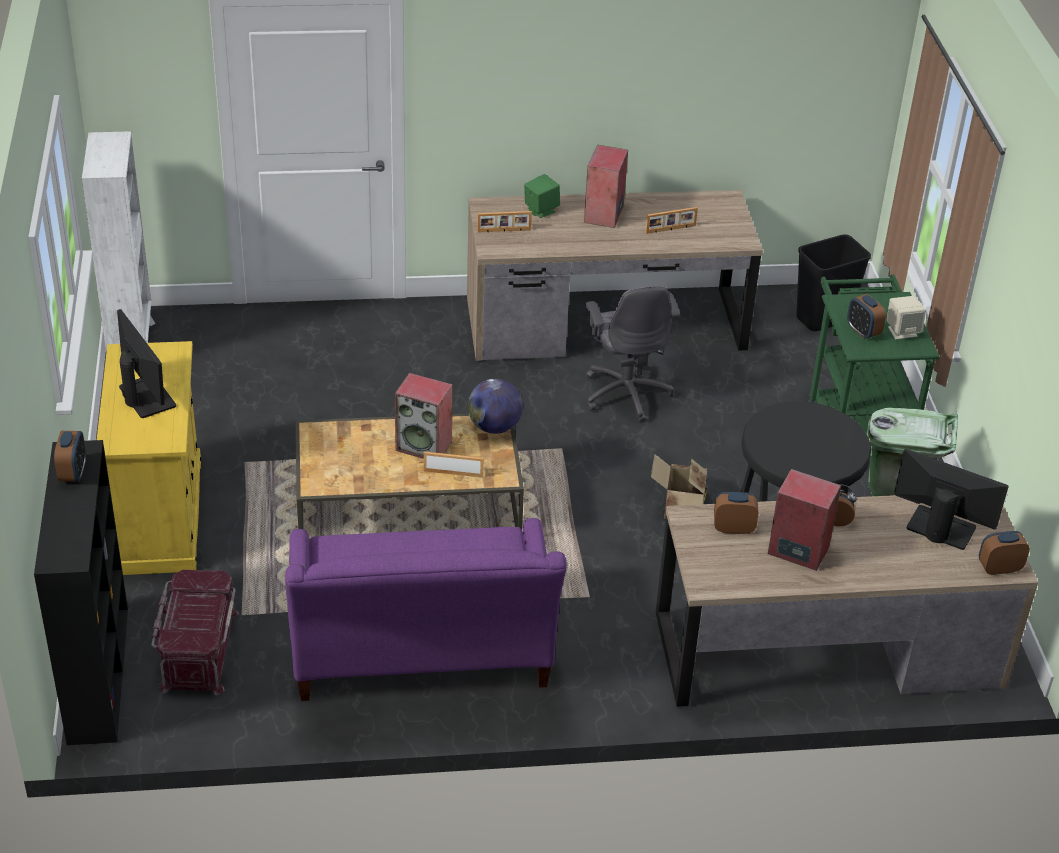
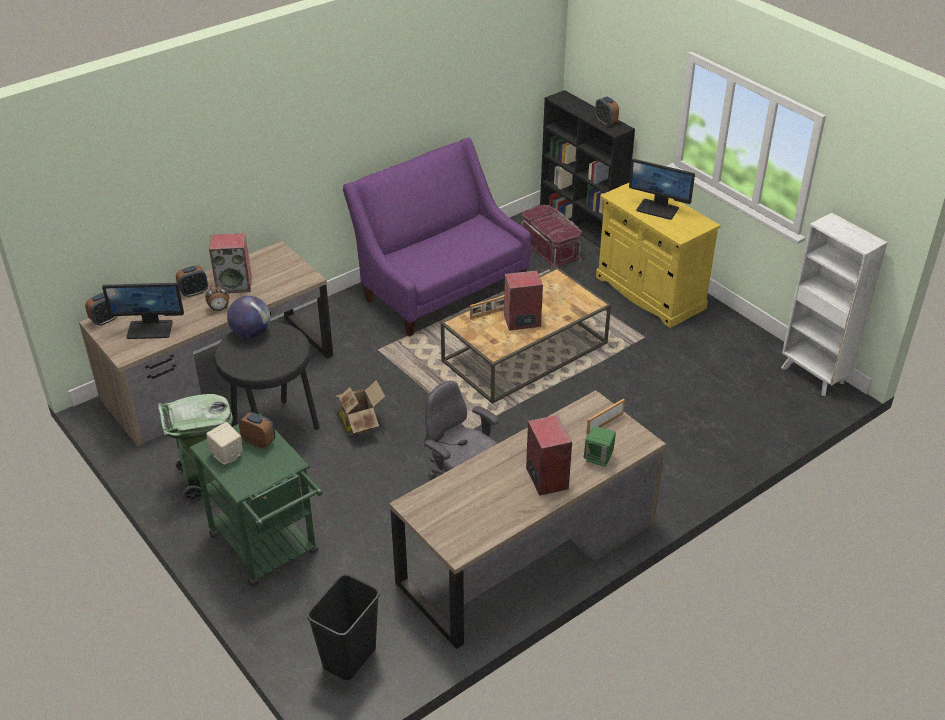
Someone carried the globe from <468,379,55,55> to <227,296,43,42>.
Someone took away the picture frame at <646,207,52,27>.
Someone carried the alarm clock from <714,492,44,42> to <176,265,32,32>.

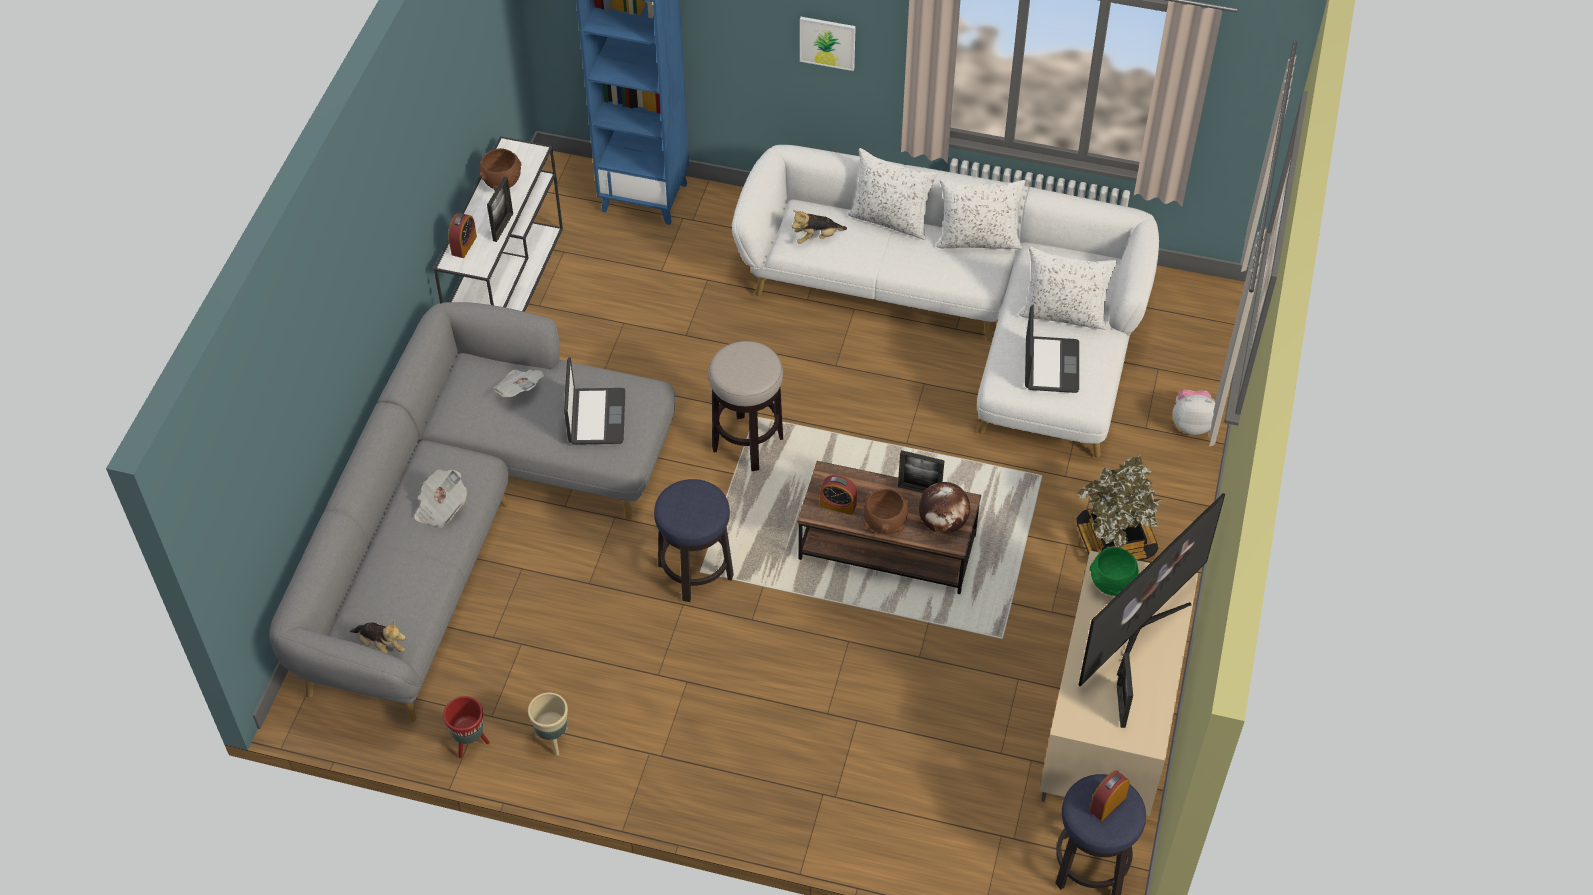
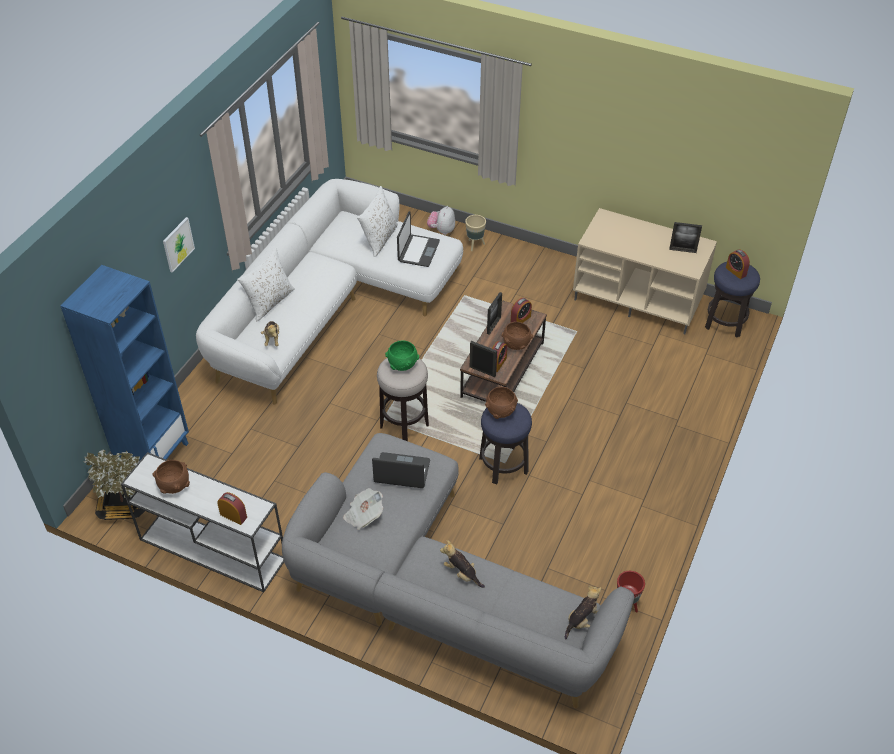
Someone swapped the newspaper at <414,469,53,59> for the plush toy at <440,540,45,48>.
Someone carried the picture frame from <487,176,26,66> to <470,341,27,36>.
Someone carried the planter in beige from <528,692,40,64> to <465,215,21,36>.
Someone swapped the globe at <918,482,52,52> for the alarm clock at <510,298,22,25>.
Someone took away the pillow in white at <936,178,90,71>.
Someone rotated the laptop at <1025,304,54,89> by 90 degrees clockwise.
Someone carried the potted plant from <1076,455,86,106> to <83,449,62,71>.
Someone took away the television at <1079,493,146,193>.
Someone carried the bowl in green from <1090,547,50,49> to <385,341,34,30>.
Someone put down the bowl in brown at <485,387,33,32>.

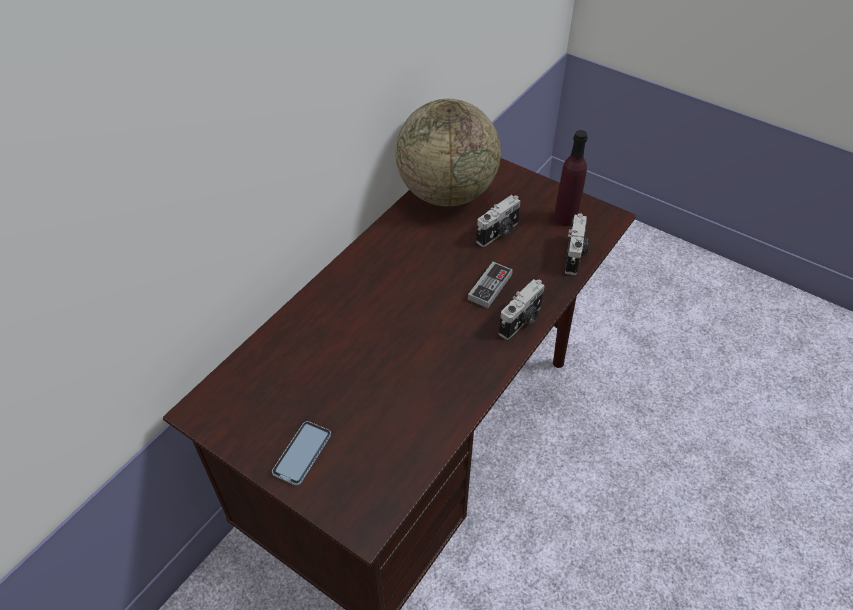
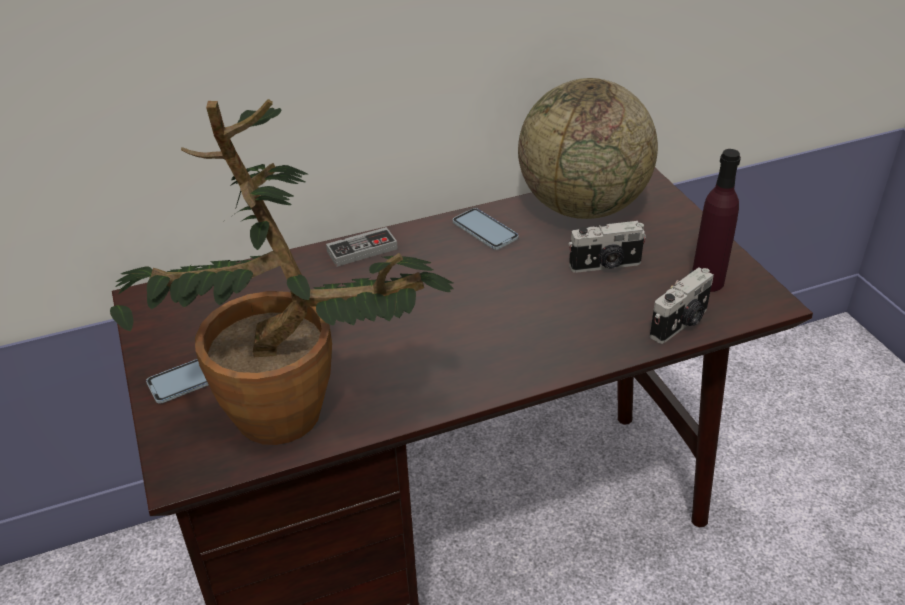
Someone carried the game controller from <468,262,45,46> to <326,227,72,40>.
Someone took away the photo camera at <499,279,46,61>.
Someone put down the potted plant at <110,99,344,346>.
Someone put down the phone at <453,208,66,42>.

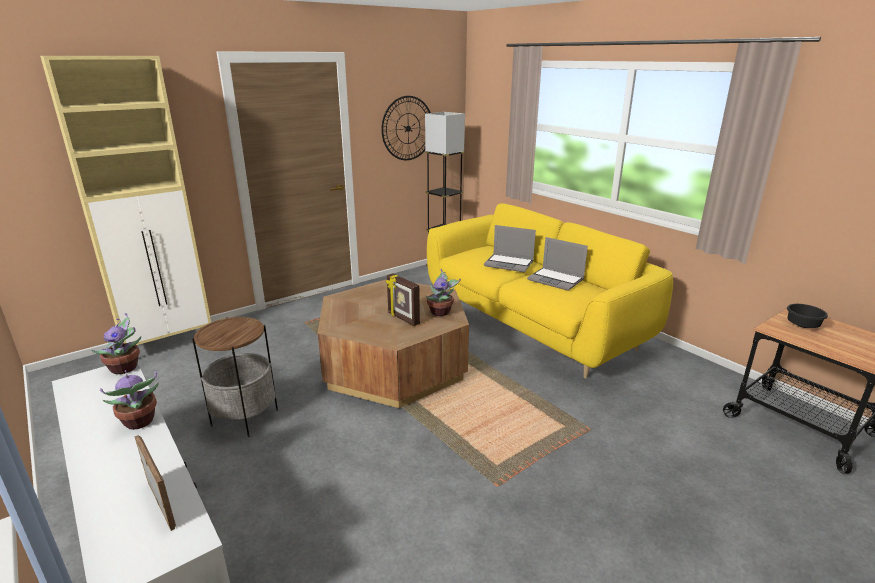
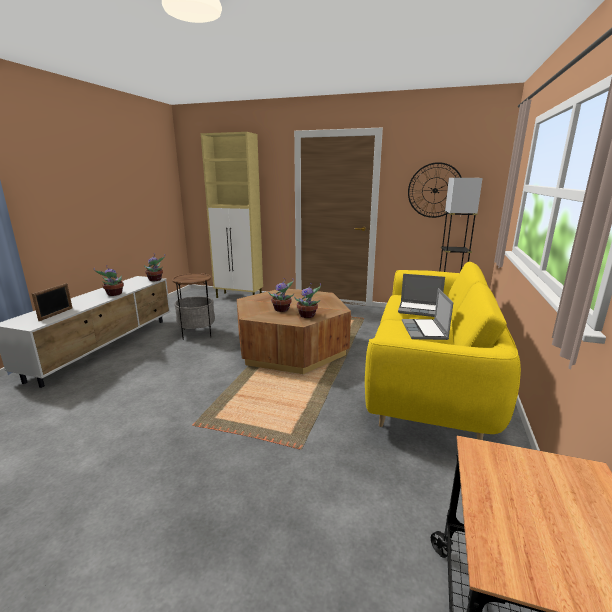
Someone swapped the picture frame at <386,273,34,53> for the potted plant at <268,278,26,34>.
Someone rotated the laptop at <484,225,52,47> by 60 degrees counterclockwise.
Someone took away the bowl in black at <787,304,41,24>.

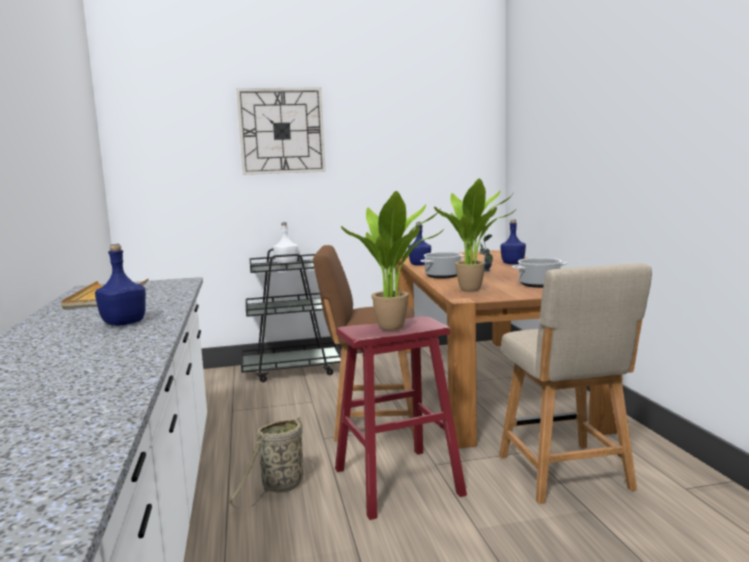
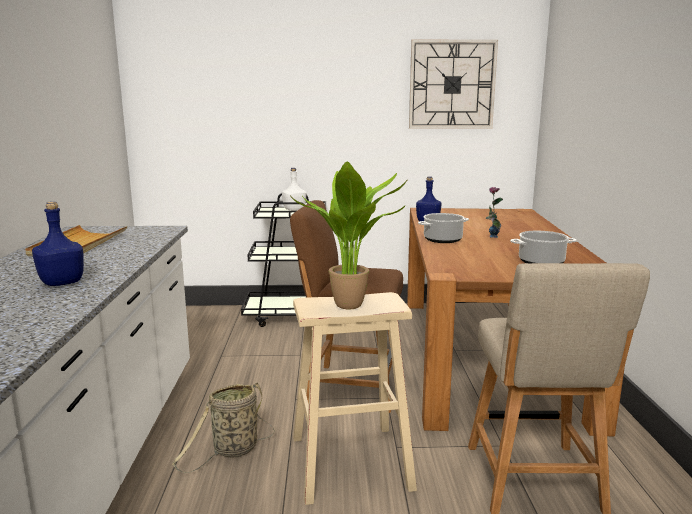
Someone carried the wall clock from <236,87,90,88> to <409,40,89,89>.
Someone repainted the stool in red at <335,316,132,204>, which became the stool in beige at <293,292,124,213>.
Someone took away the potted plant at <434,178,81,114>.
Someone took away the bottle in blue at <501,219,25,45>.

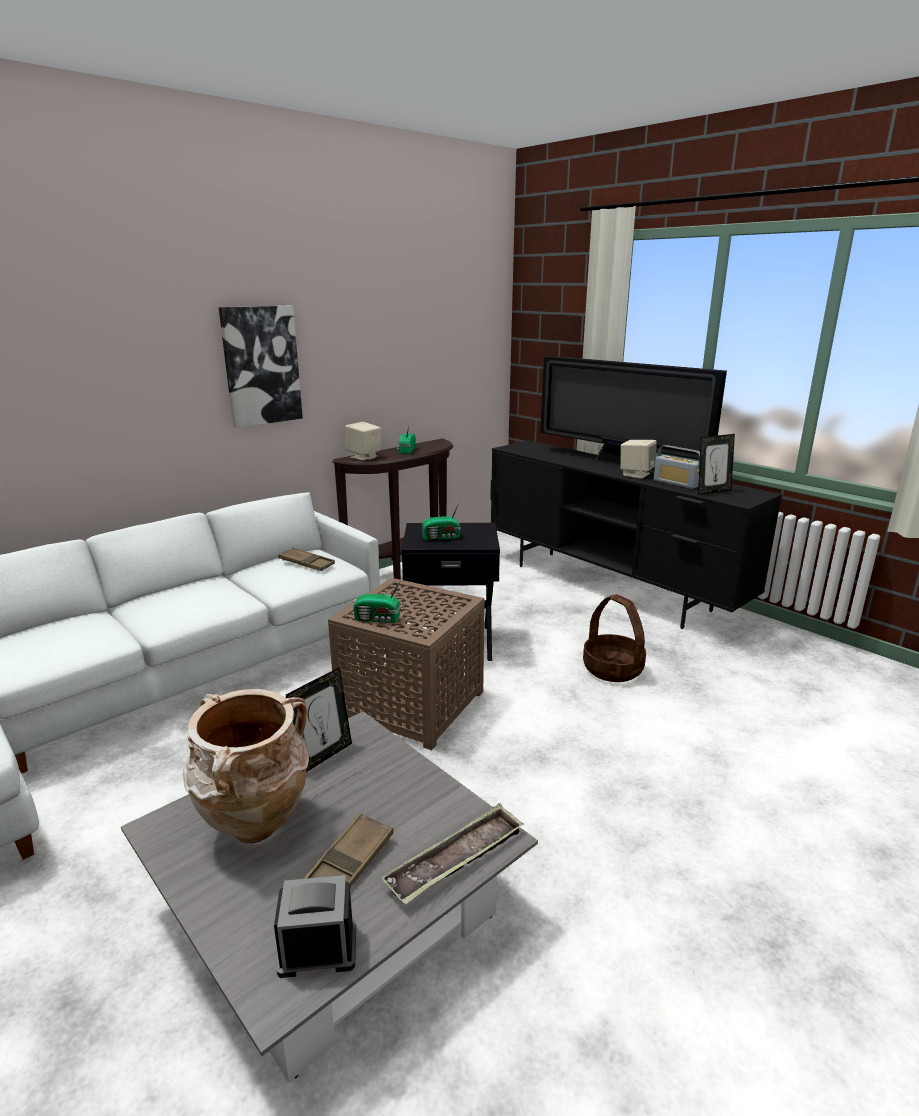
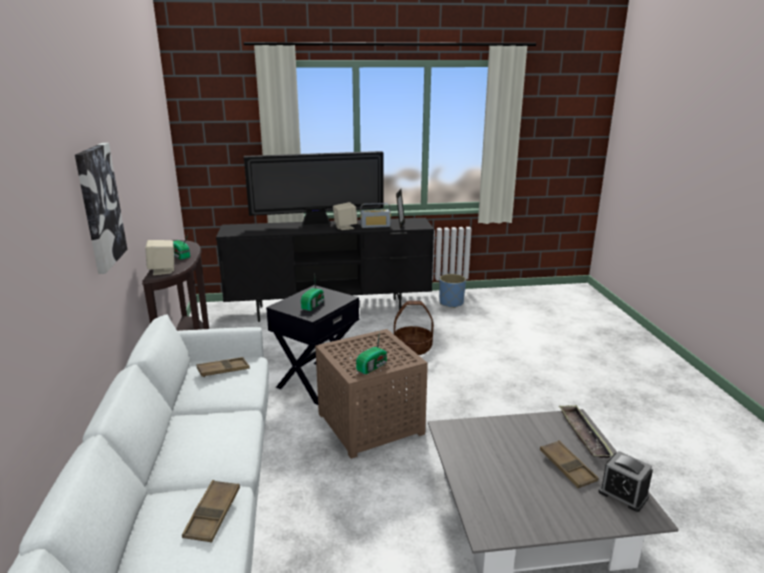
Someone took away the vase in beige at <183,689,126,154>.
Someone rotated the alarm clock at <274,875,82,103> by 75 degrees counterclockwise.
Someone took away the picture frame at <286,667,66,105>.
Someone put down the tray in brown at <182,480,58,63>.
Someone put down the planter in blue at <439,274,27,34>.

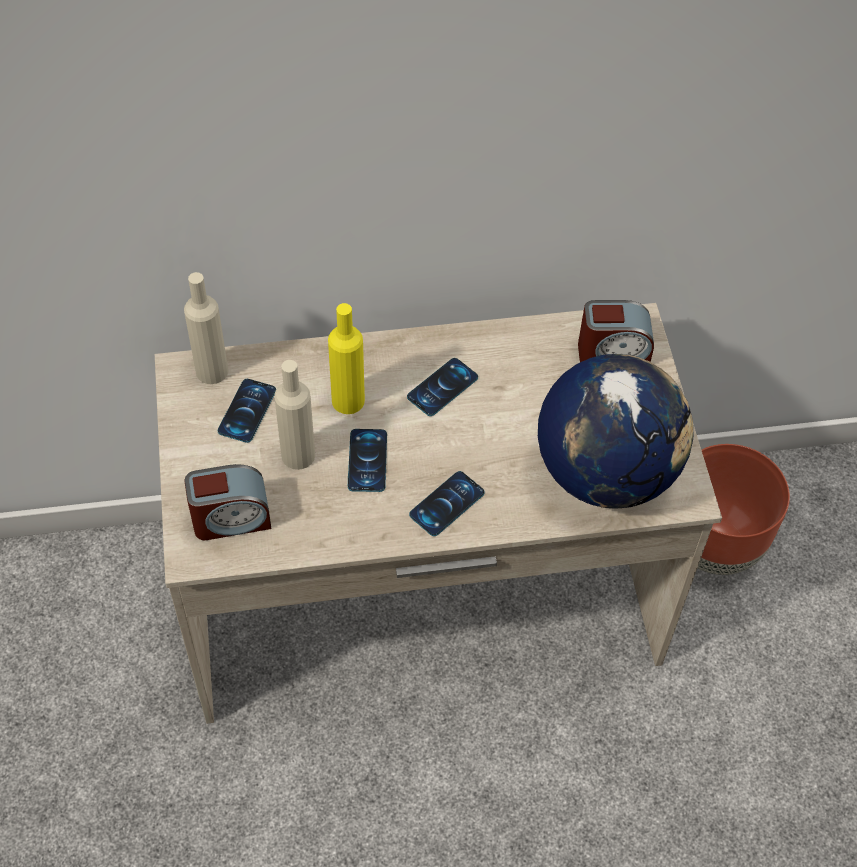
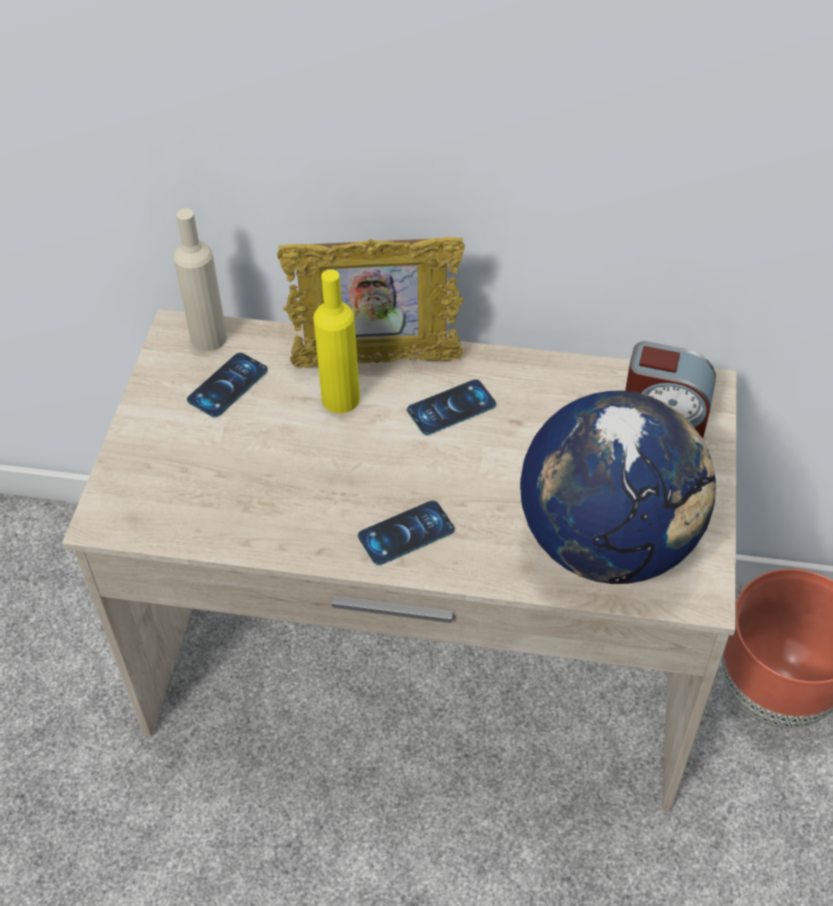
Someone took away the alarm clock at <185,464,86,76>.
Someone took away the bottle in beige at <274,360,41,110>.
Someone took away the phone at <348,429,39,63>.
Someone put down the picture frame at <277,237,188,130>.

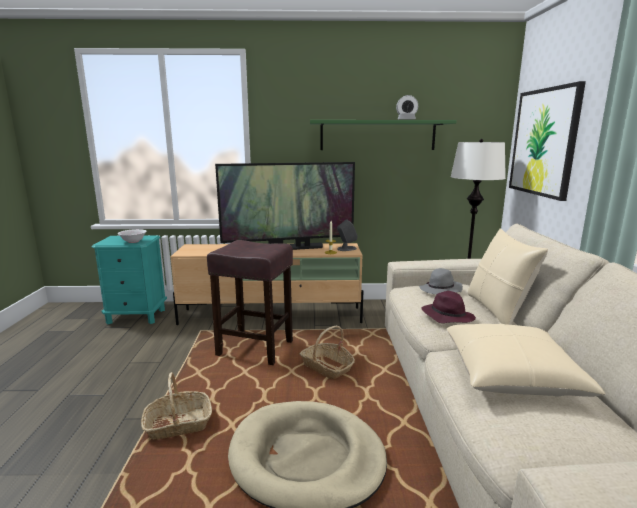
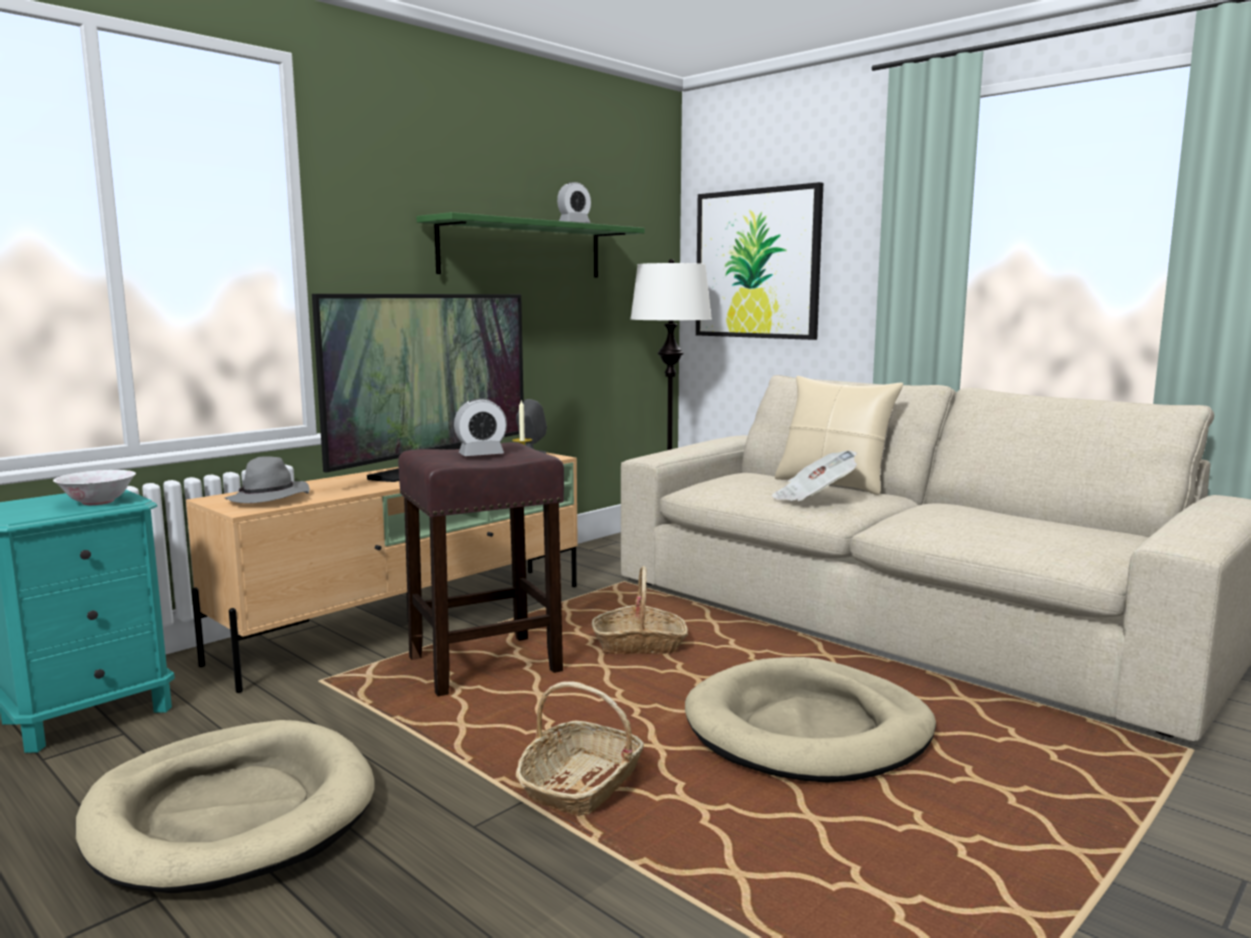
Someone carried the hat in grey from <419,268,44,26> to <225,456,85,47>.
Someone swapped the hat in purple at <421,291,55,32> for the newspaper at <772,450,85,51>.
Someone took away the pillow in beige at <447,324,158,73>.
Someone put down the dog bed in beige at <75,720,300,173>.
Someone put down the alarm clock at <454,398,53,58>.

